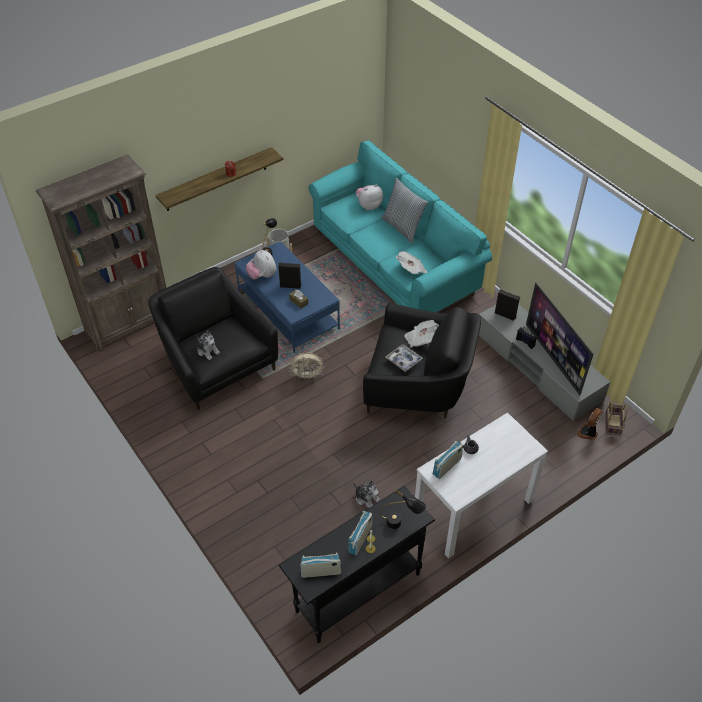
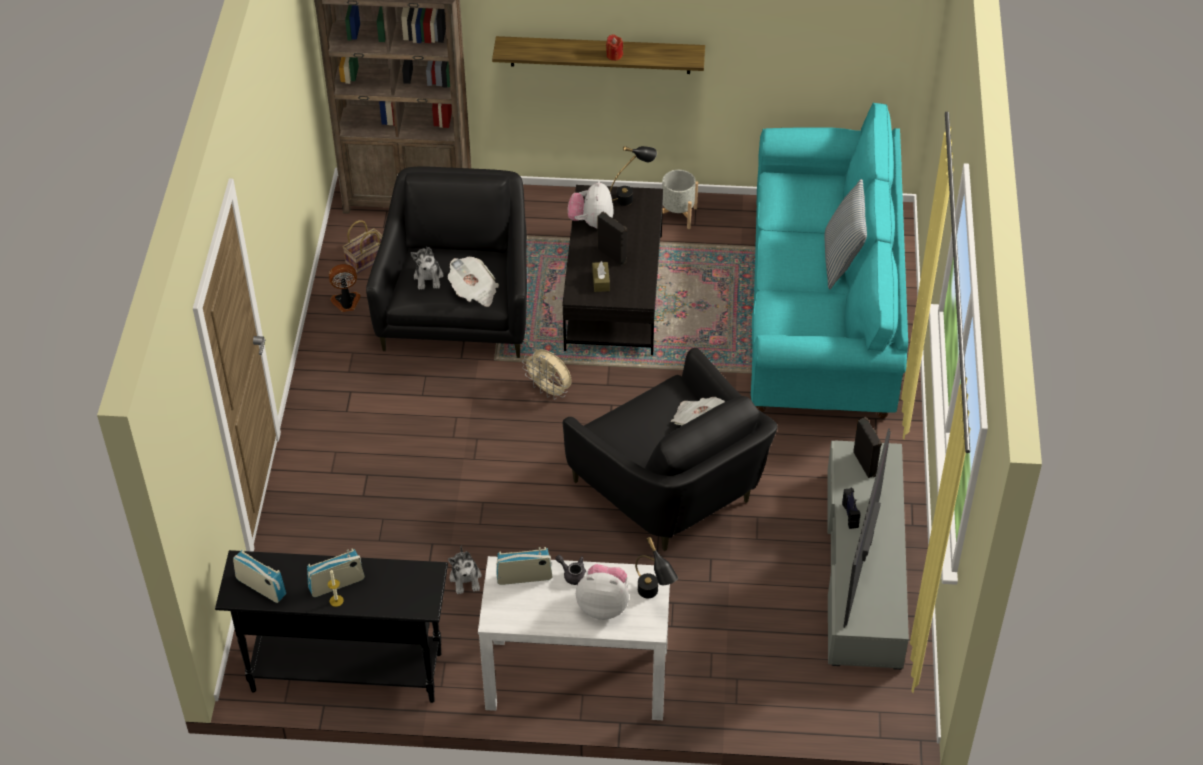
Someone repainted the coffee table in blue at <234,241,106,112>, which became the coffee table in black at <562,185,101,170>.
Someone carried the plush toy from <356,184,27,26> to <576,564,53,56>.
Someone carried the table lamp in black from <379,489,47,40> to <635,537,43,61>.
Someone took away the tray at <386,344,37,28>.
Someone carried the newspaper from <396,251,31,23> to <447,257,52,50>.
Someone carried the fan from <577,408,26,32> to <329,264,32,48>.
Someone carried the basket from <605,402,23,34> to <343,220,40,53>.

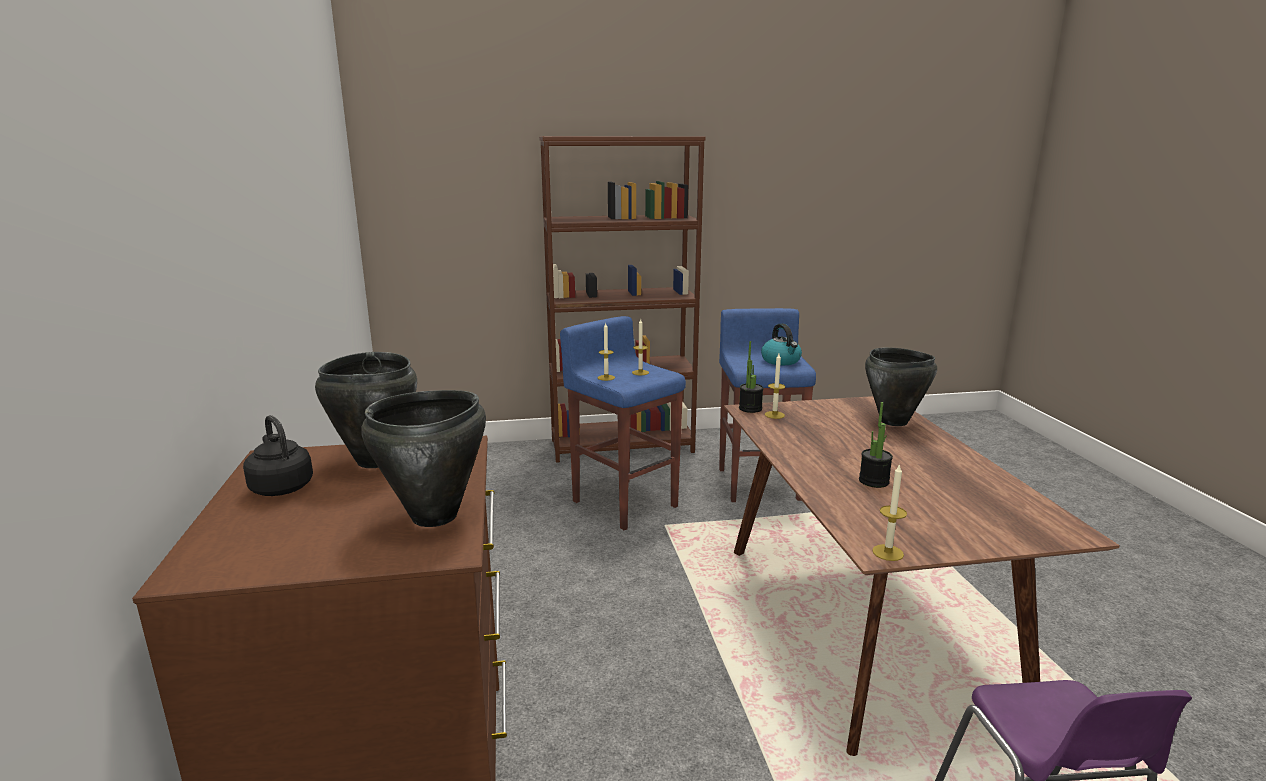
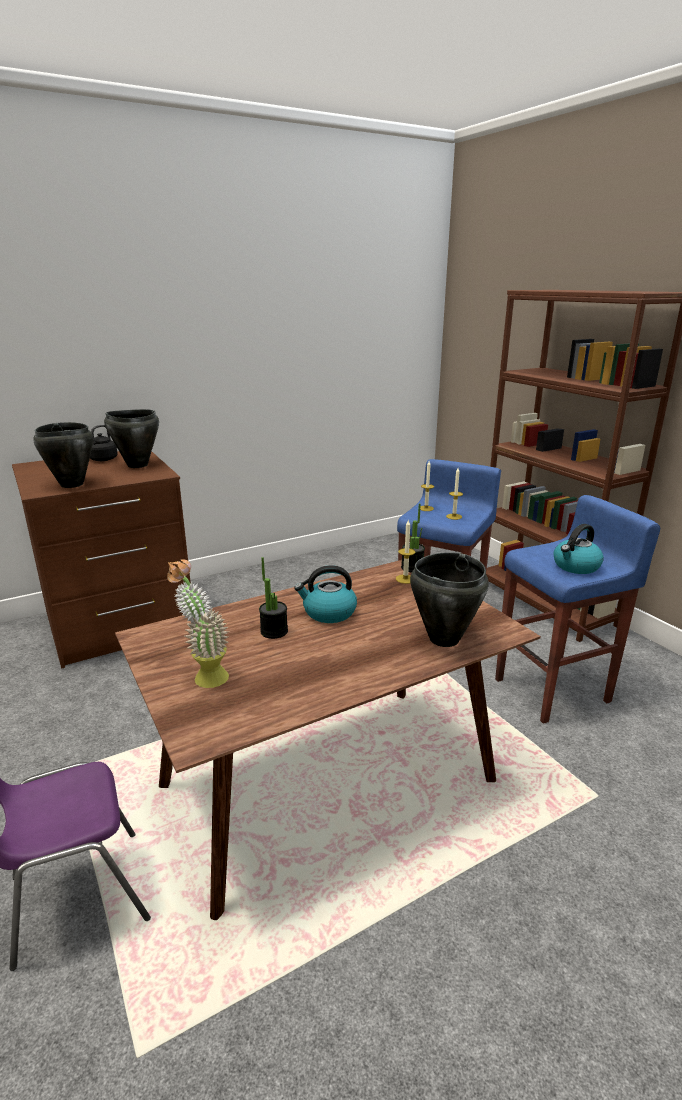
Someone took away the candle at <872,464,35,97>.
Someone put down the potted plant at <167,559,62,129>.
Someone put down the kettle at <294,565,63,58>.

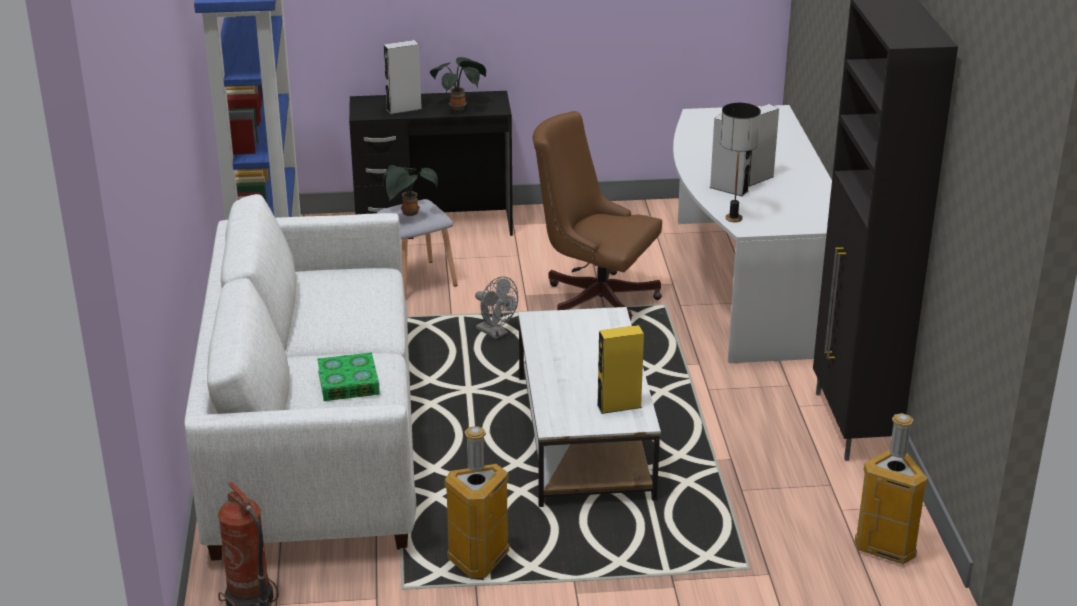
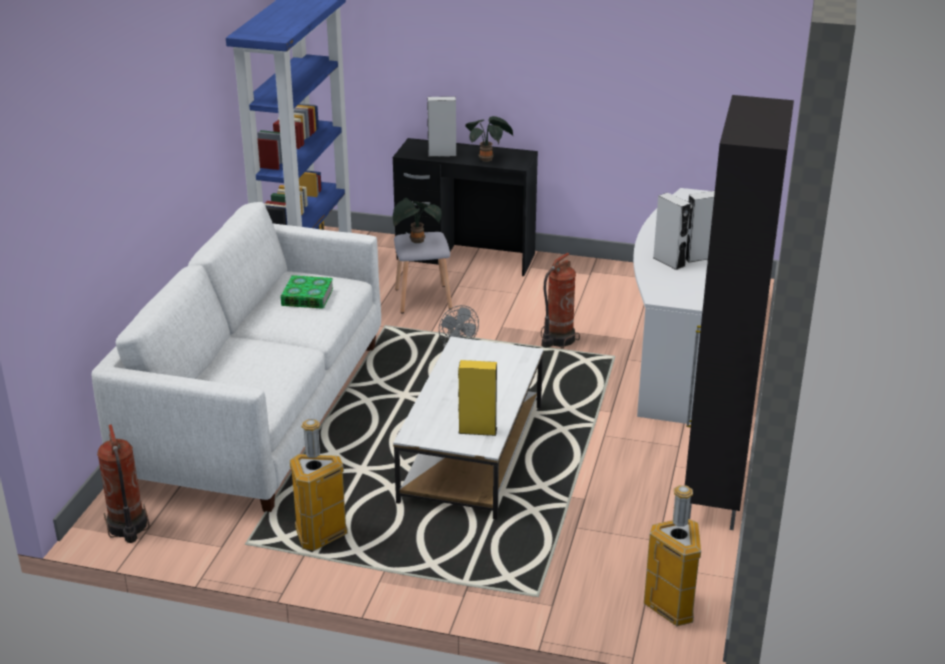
Someone carried the book from <317,352,63,49> to <280,275,53,34>.
Someone swapped the office chair in brown at <533,111,129,210> for the fire extinguisher at <541,253,39,95>.
Someone took away the table lamp at <720,103,41,119>.

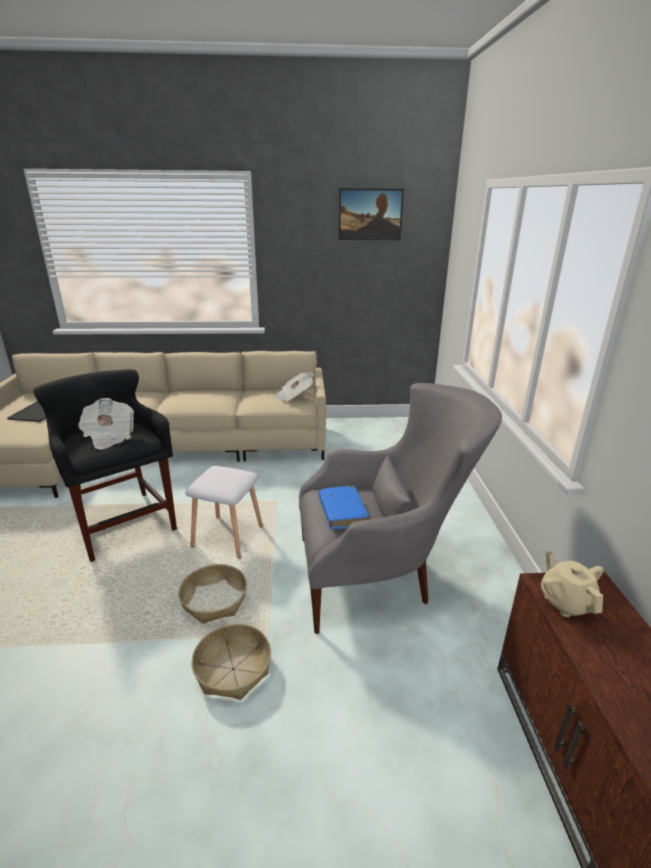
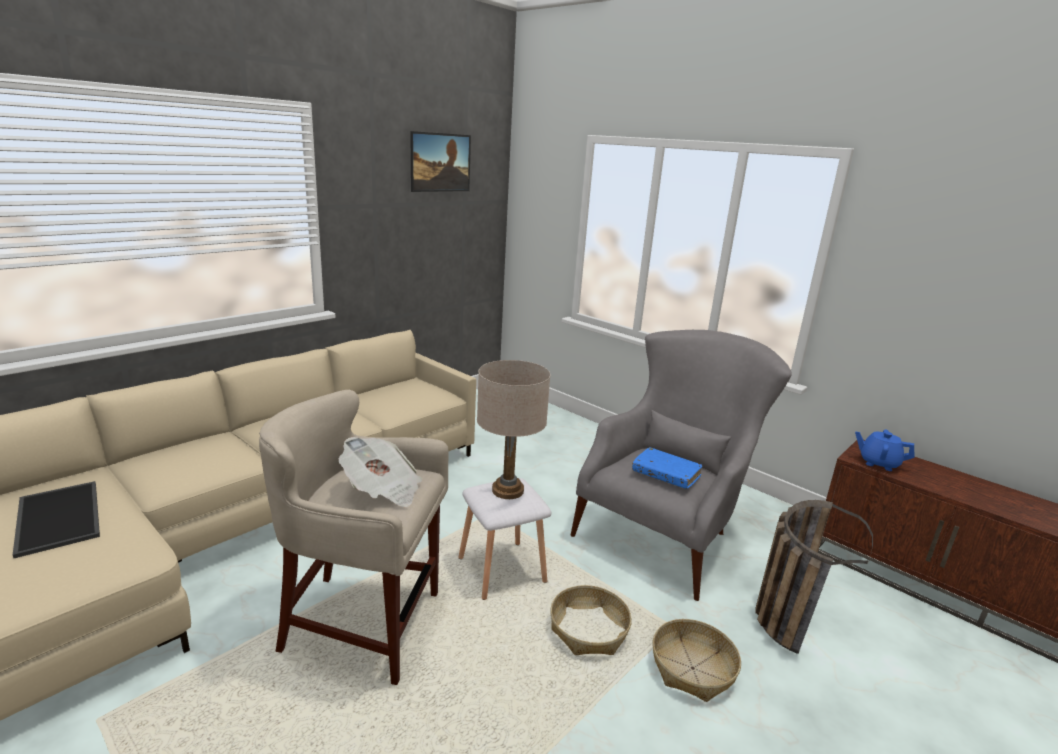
Someone repainted the stool in black at <33,369,144,193>, which became the stool in beige at <259,390,189,295>.
Someone took away the newspaper at <274,372,39,30>.
Someone repainted the teapot in beige at <541,551,63,66>, which became the teapot in blue at <855,429,59,42>.
Someone put down the table lamp in beige at <477,360,74,139>.
Someone put down the basket at <756,500,117,154>.

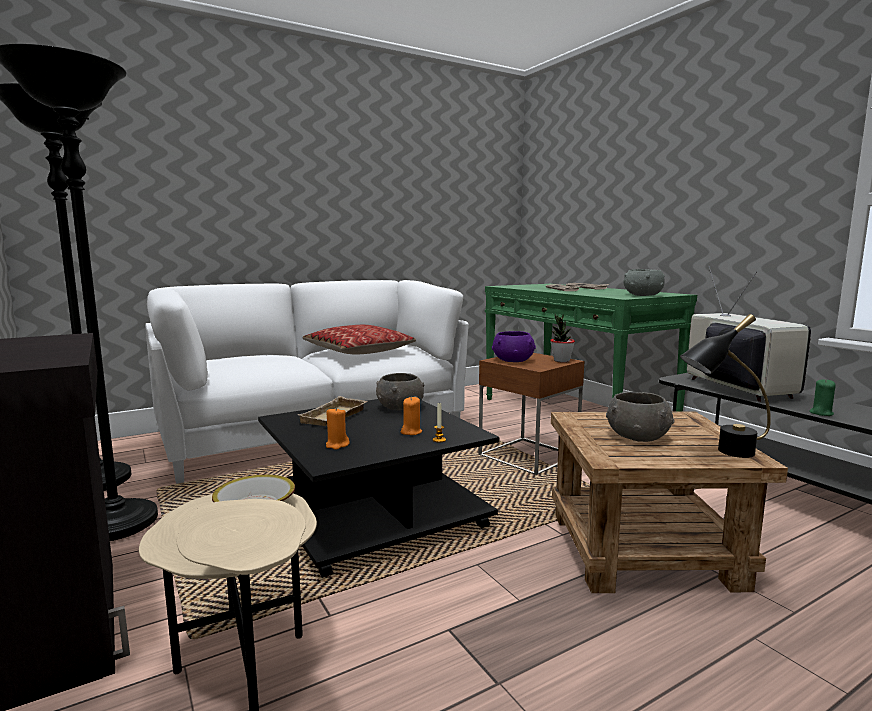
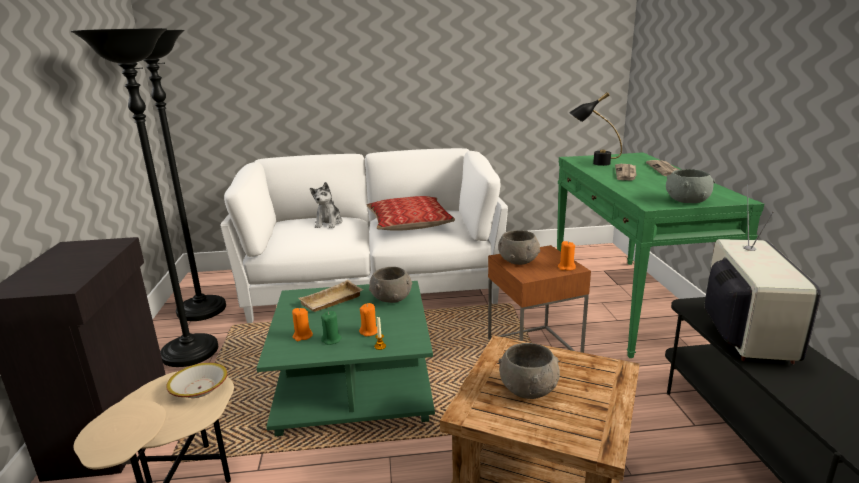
Someone repainted the coffee table in black at <258,399,241,179>, which became the coffee table in green at <257,281,178,155>.
Someone repainted the bowl in purple at <492,331,44,31>, which became the bowl in grey at <498,230,42,35>.
Someone swapped the potted plant at <550,314,25,48> for the candle in orange at <558,241,18,30>.
Someone carried the table lamp in black from <680,314,91,144> to <569,92,53,74>.
Someone carried the candle in green from <809,380,27,36> to <321,311,21,34>.
Someone put down the plush toy at <310,182,32,46>.

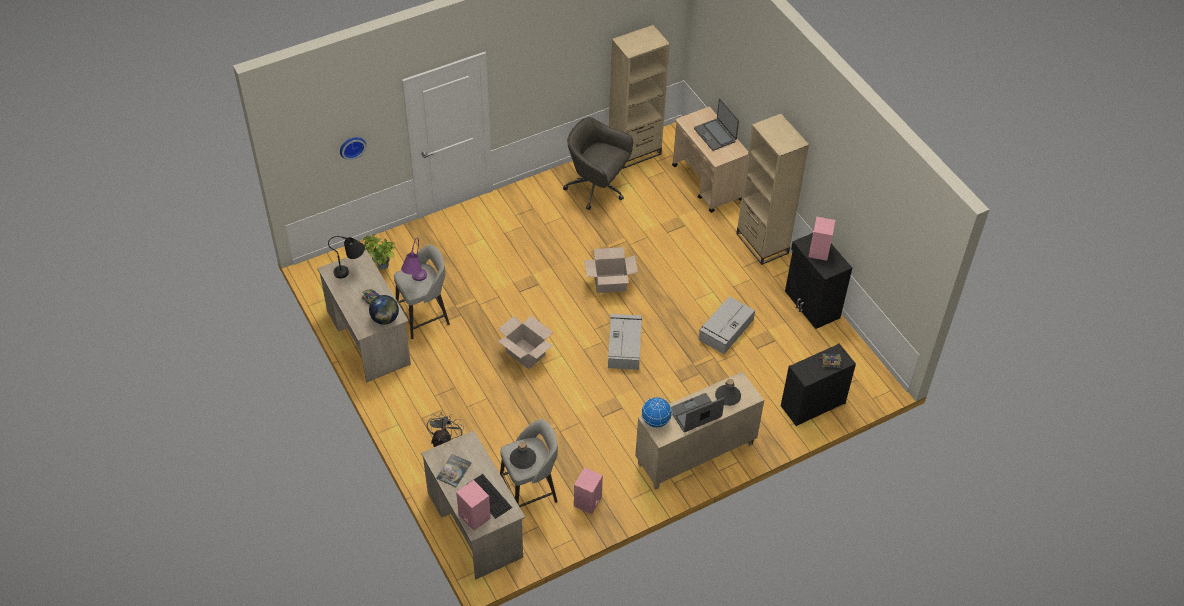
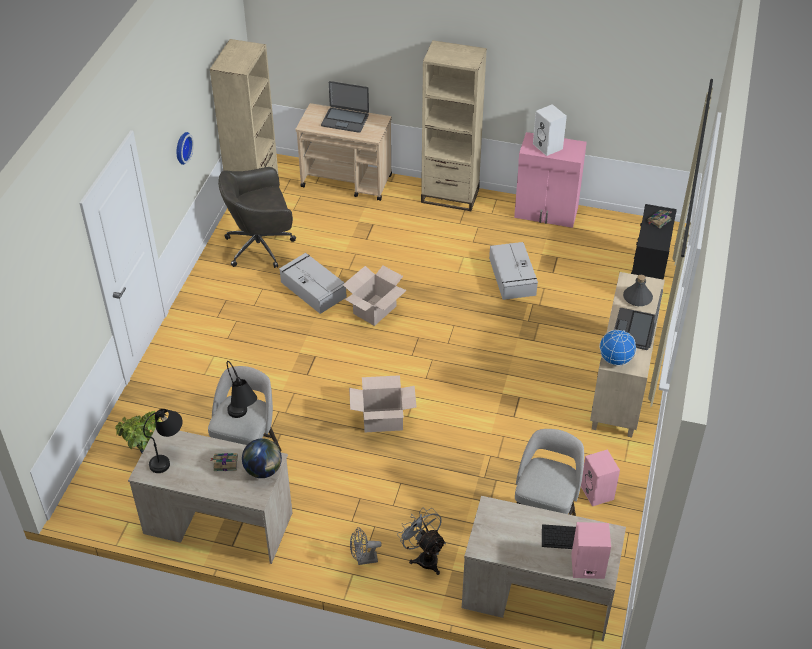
Someone carried the wall clock from <340,137,26,23> to <176,132,18,33>.
Someone repainted the table lamp in purple at <401,237,26,44>, which became the table lamp in black at <227,361,30,57>.
Someone took away the book at <436,454,36,33>.
Someone took away the bottle in grey at <510,442,26,27>.
Someone carried the storage box in grey from <608,314,34,56> to <279,253,68,61>.
Someone repainted the cabinet in black at <785,233,67,96>, which became the cabinet in pink at <514,132,73,96>.
Someone repainted the speaker in pink at <809,217,26,44>, which became the speaker in white at <533,104,34,52>.
Someone put down the fan in grey at <350,527,32,38>.

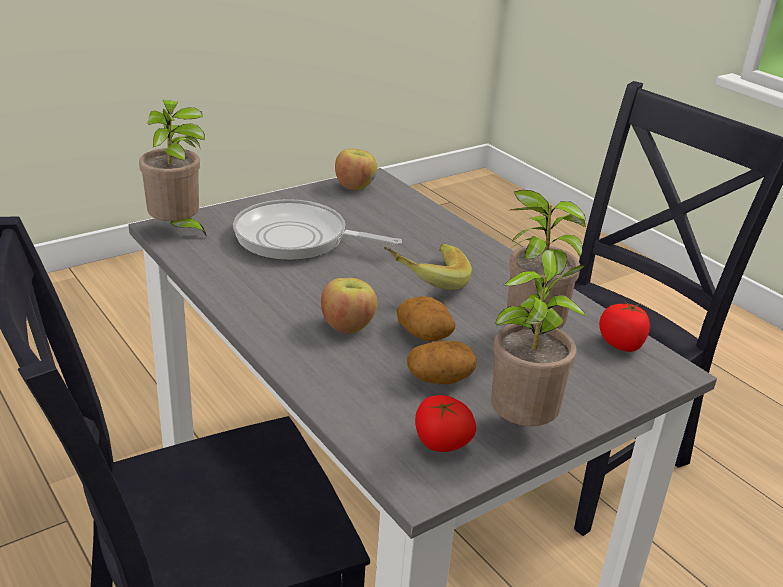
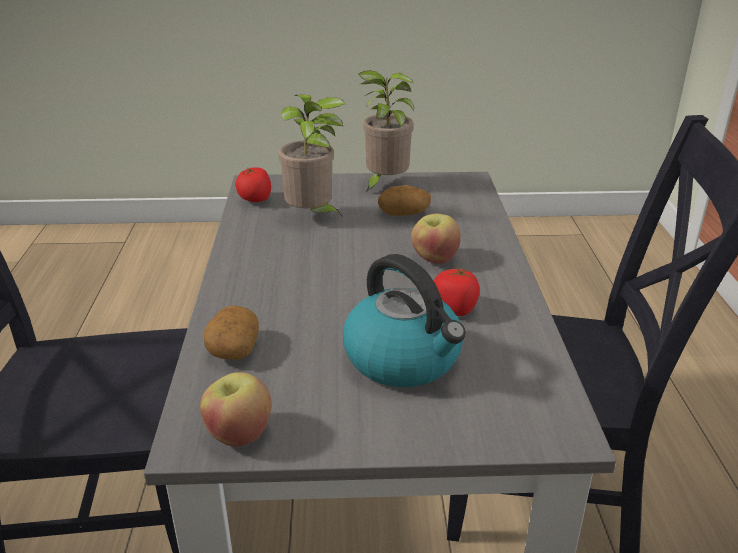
Someone took away the potted plant at <139,100,68,137>.
Someone swapped the frying pan at <233,199,169,61> for the kettle at <343,254,123,133>.
Someone took away the banana at <384,244,88,46>.
Someone carried the potato from <397,296,58,45> to <204,306,55,54>.
Someone carried the tomato from <415,395,61,57> to <434,266,46,50>.

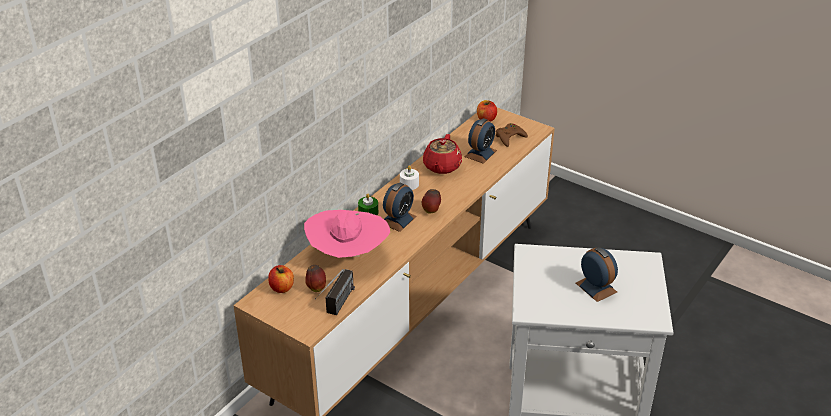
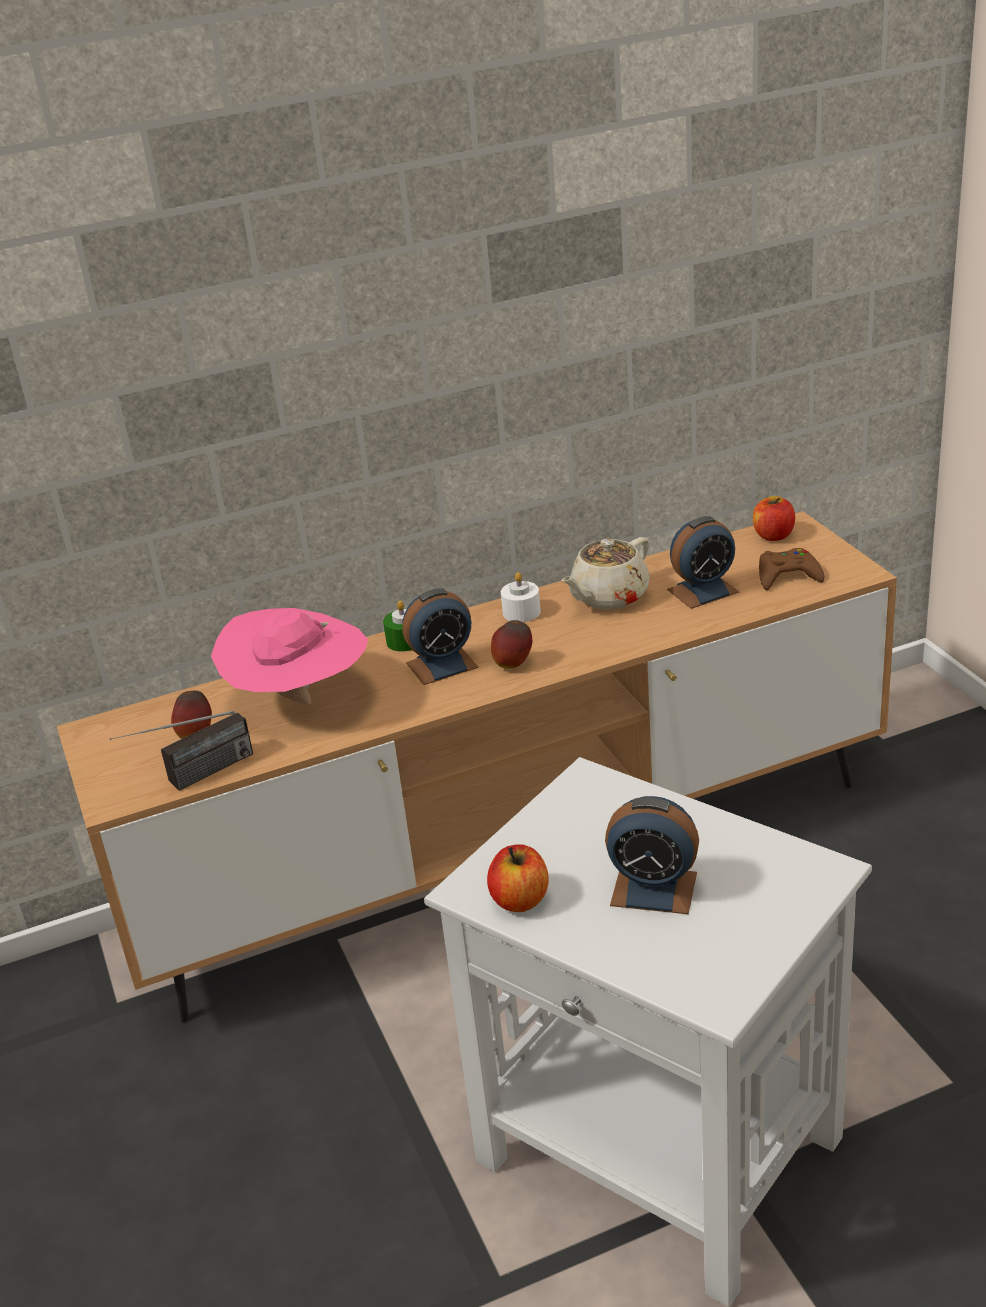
Someone carried the apple from <268,265,26,28> to <487,844,62,68>.
Someone repainted the teapot in red at <423,134,39,40>, which became the teapot in beige at <561,537,89,73>.
Someone rotated the alarm clock at <576,247,42,55> by 105 degrees clockwise.

